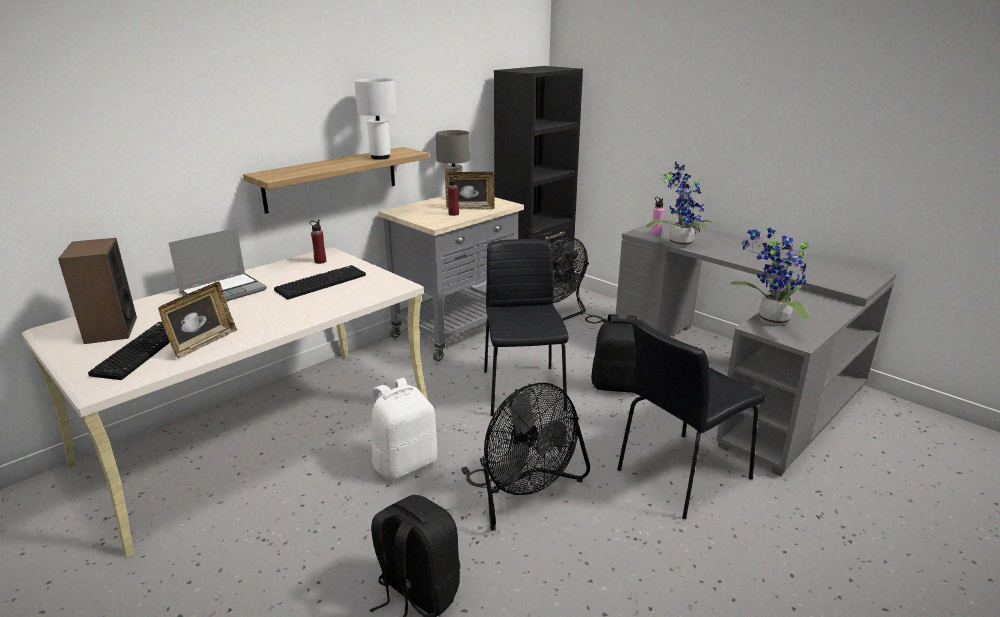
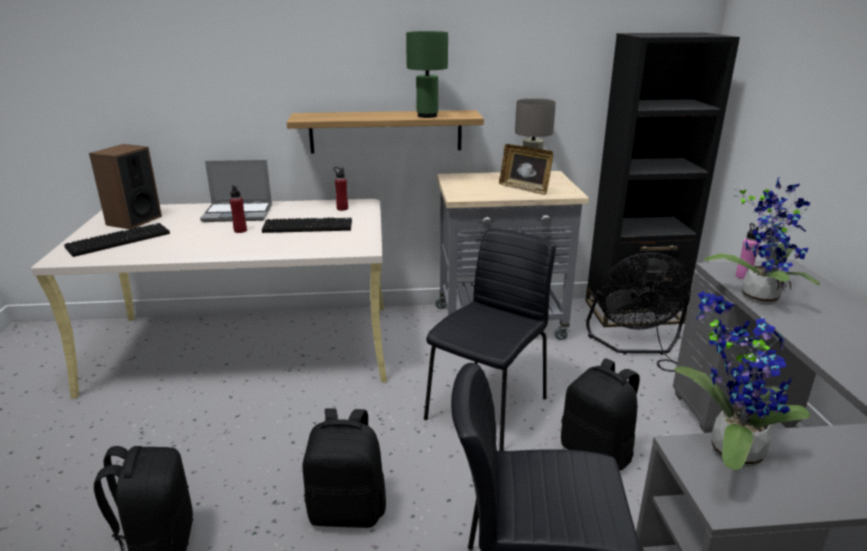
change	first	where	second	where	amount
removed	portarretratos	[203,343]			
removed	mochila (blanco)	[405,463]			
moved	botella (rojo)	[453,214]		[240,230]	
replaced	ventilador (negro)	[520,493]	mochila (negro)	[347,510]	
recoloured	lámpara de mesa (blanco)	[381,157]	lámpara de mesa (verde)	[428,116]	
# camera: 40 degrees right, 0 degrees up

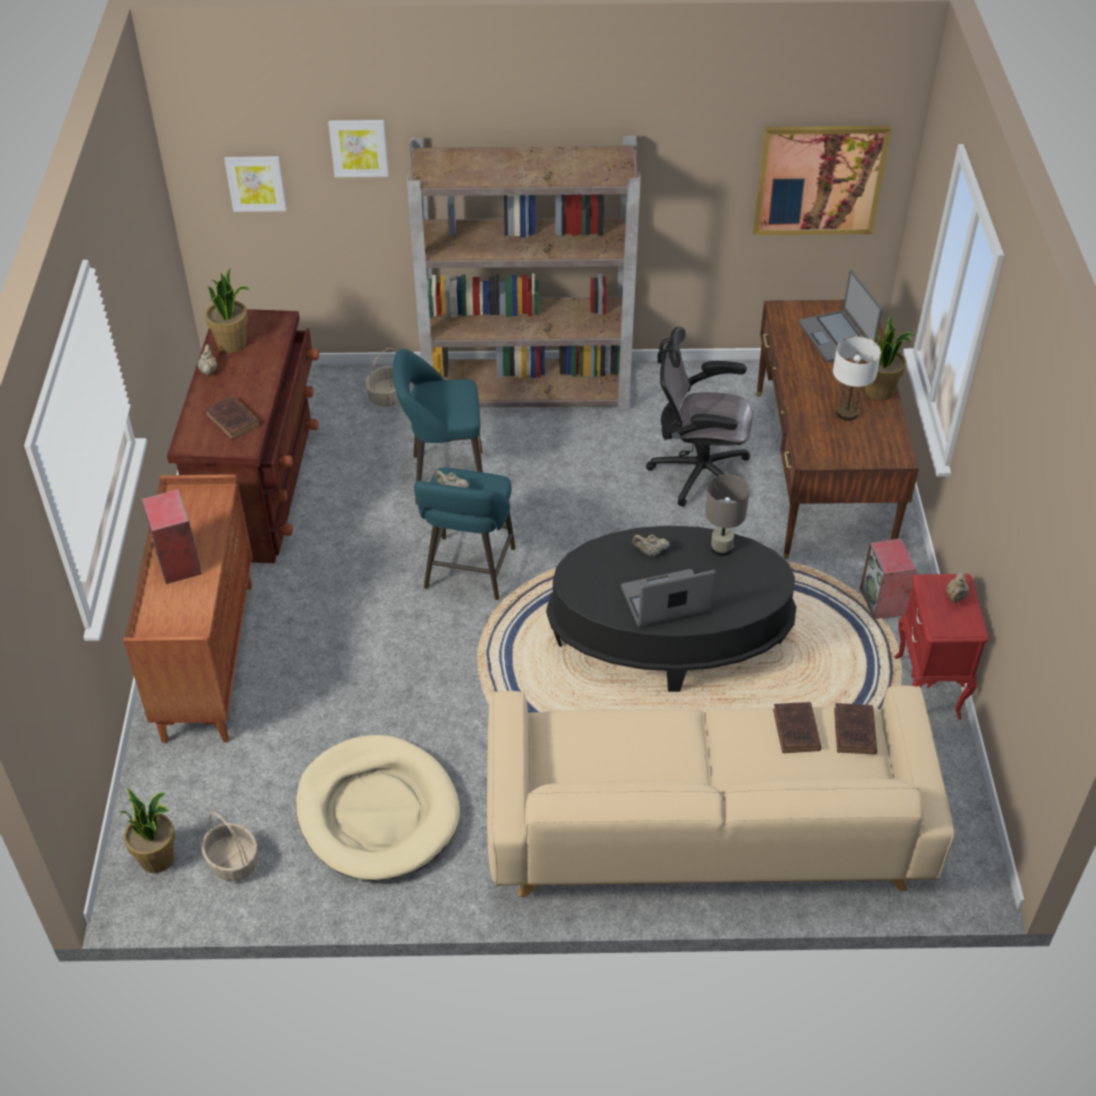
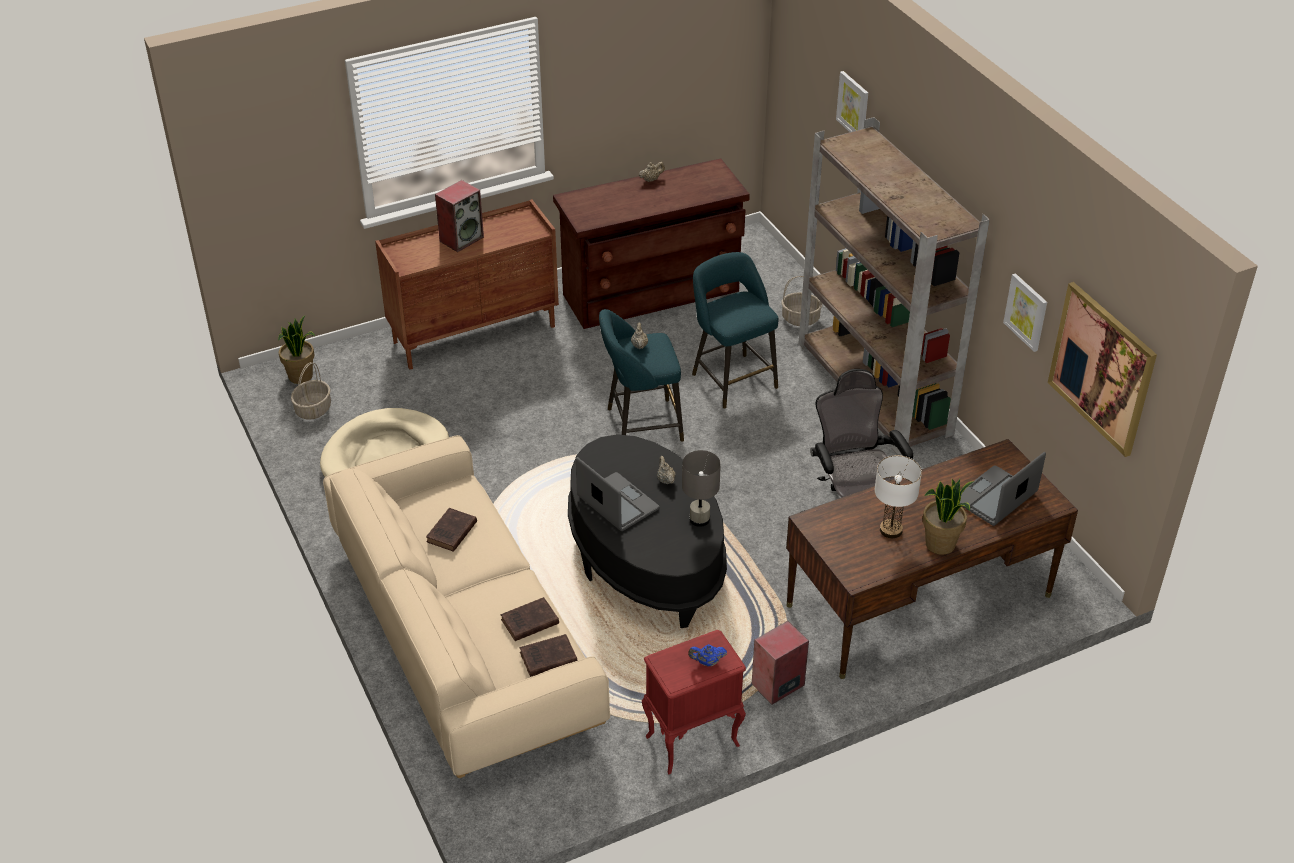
change	first	where	second	where	amount
removed	planta en maceta	[232,344]			
moved	libro (marrón)	[234,421]		[451,533]	
moved	cuadro	[256,183]		[1026,312]	
recoloured	tetera (beis)	[955,597]	tetera (azul)	[707,662]	
# camera: 65 degrees right, 5 degrees down

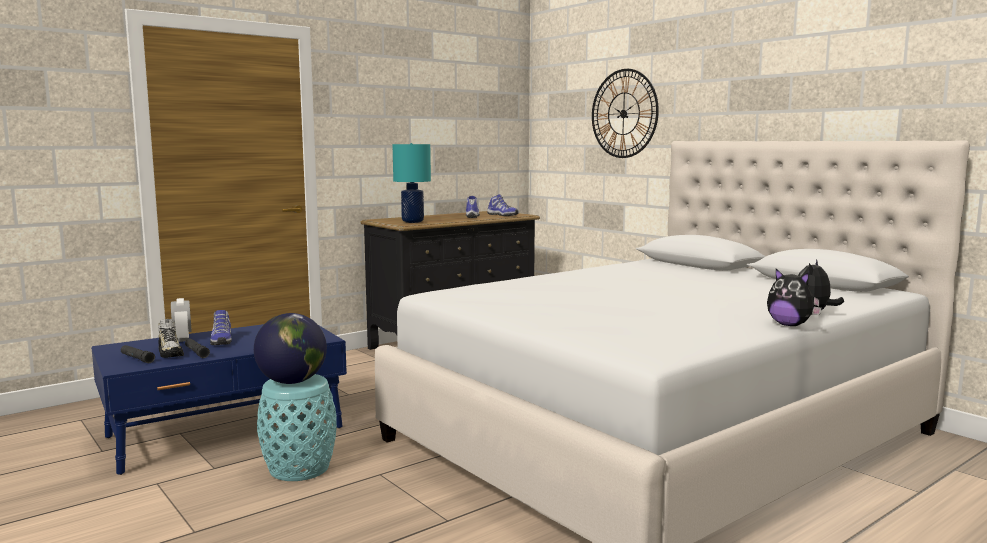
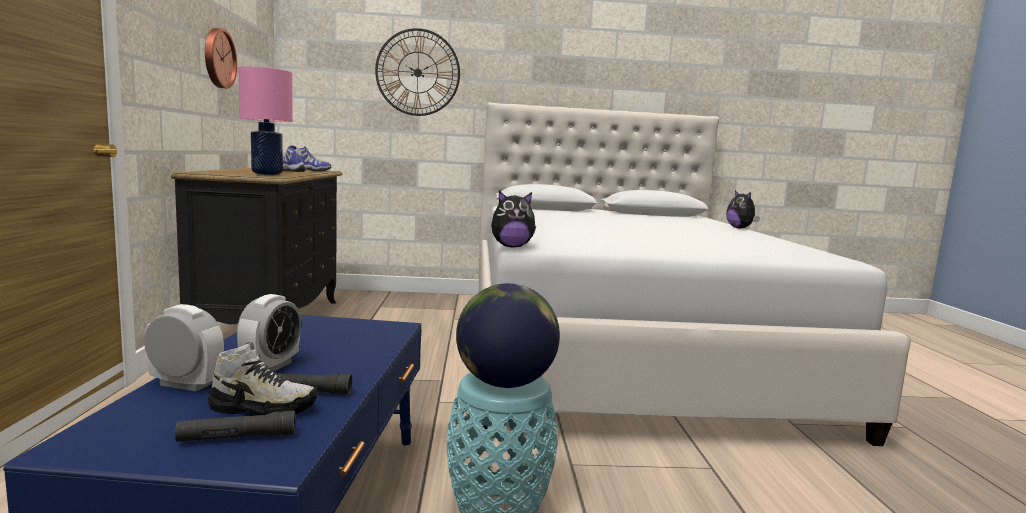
change	first	where	second	where	amount
added			reloj de pared	[217,58]	
moved	peluche	[790,325]		[511,247]	
replaced	zapato	[221,341]	despertador	[270,367]	
recoloured	lámpara de mesa (turquesa)	[412,222]	lámpara de mesa (rosa)	[267,175]	
# camera: 55 degrees left, 0 degrees up

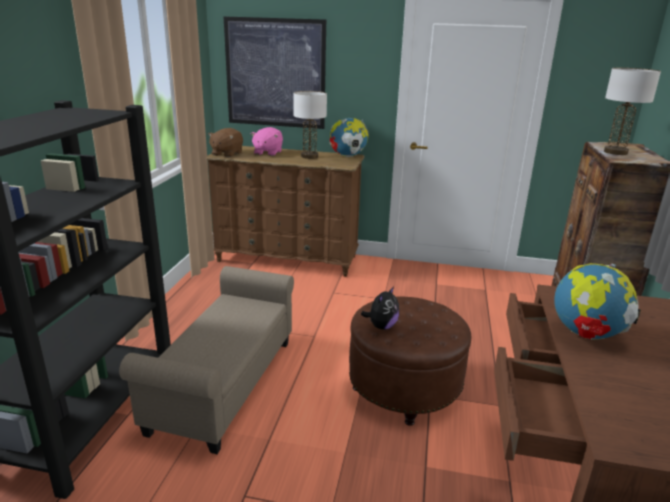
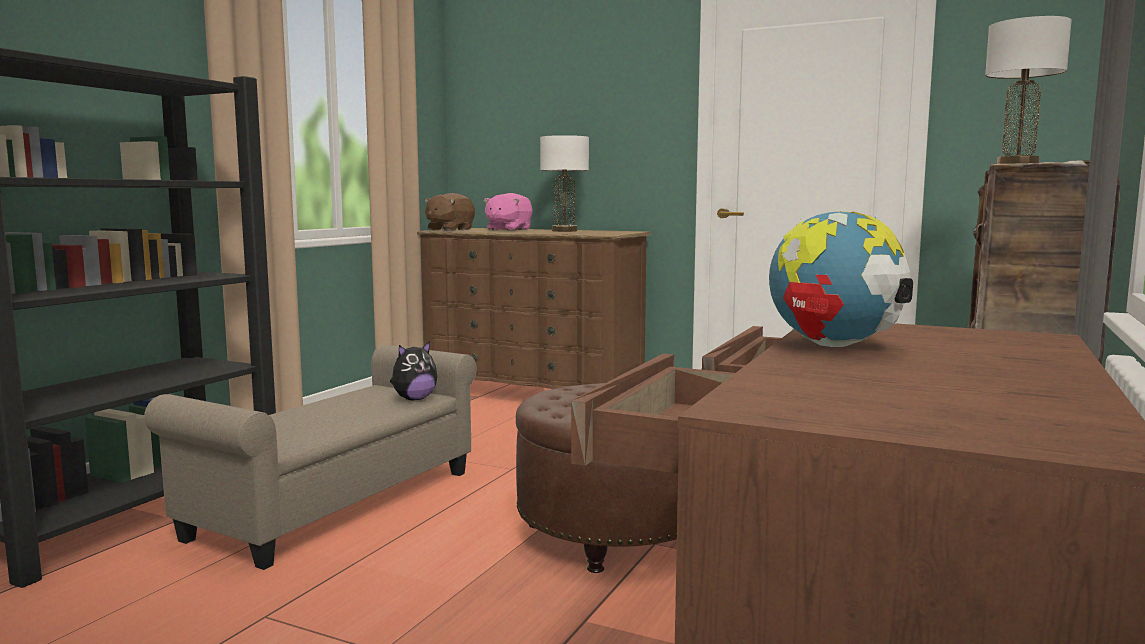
change	first	where	second	where	amount
removed	cuadro	[275,73]			
removed	globo terráqueo	[348,156]			
moved	peluche	[381,326]		[414,399]	
# camera: 15 degrees right, 15 degrees down

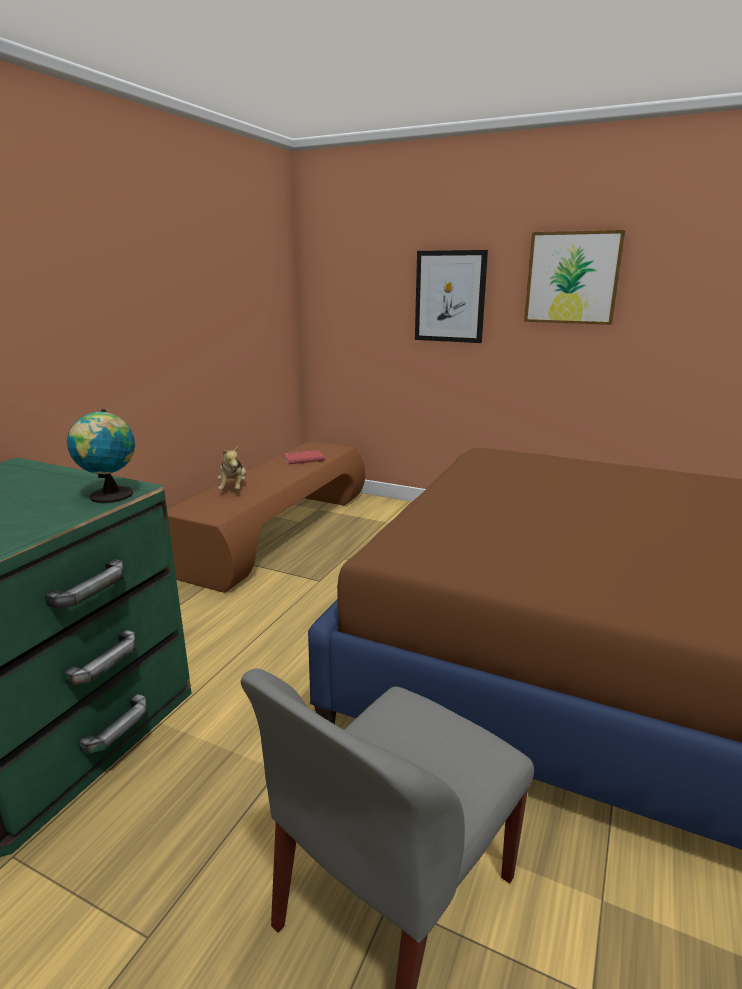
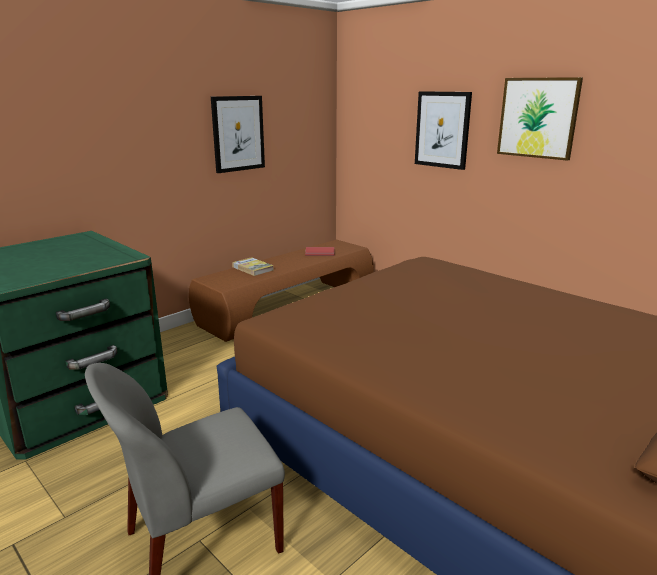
change	first	where	second	where	amount
removed	globo terráqueo	[110,496]			
added			cuadro	[238,133]	
replaced	peluche	[234,488]	libro	[252,268]	
# camera: 20 degrees right, 0 degrees up

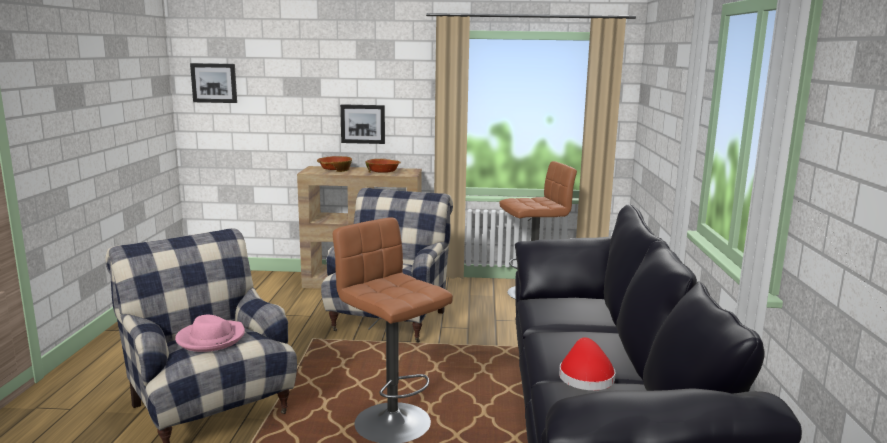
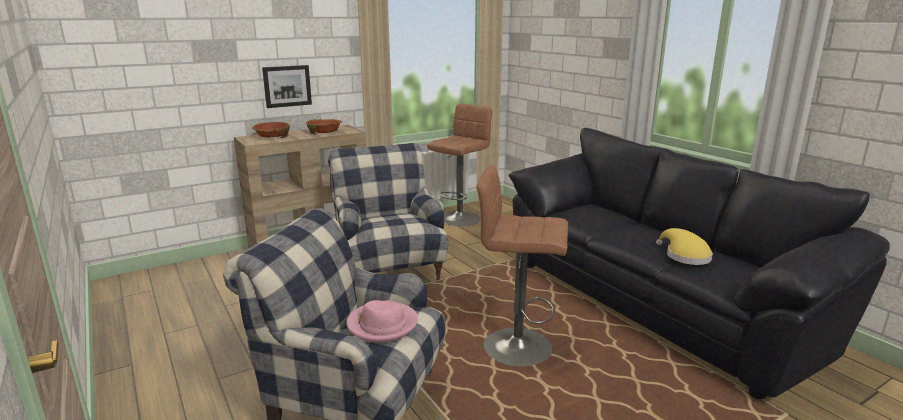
change	first	where	second	where	amount
removed	cuadro	[214,83]			
recoloured	sombrero (rojo)	[585,376]	sombrero (amarillo)	[684,256]	
# camera: 35 degrees left, 5 degrees up

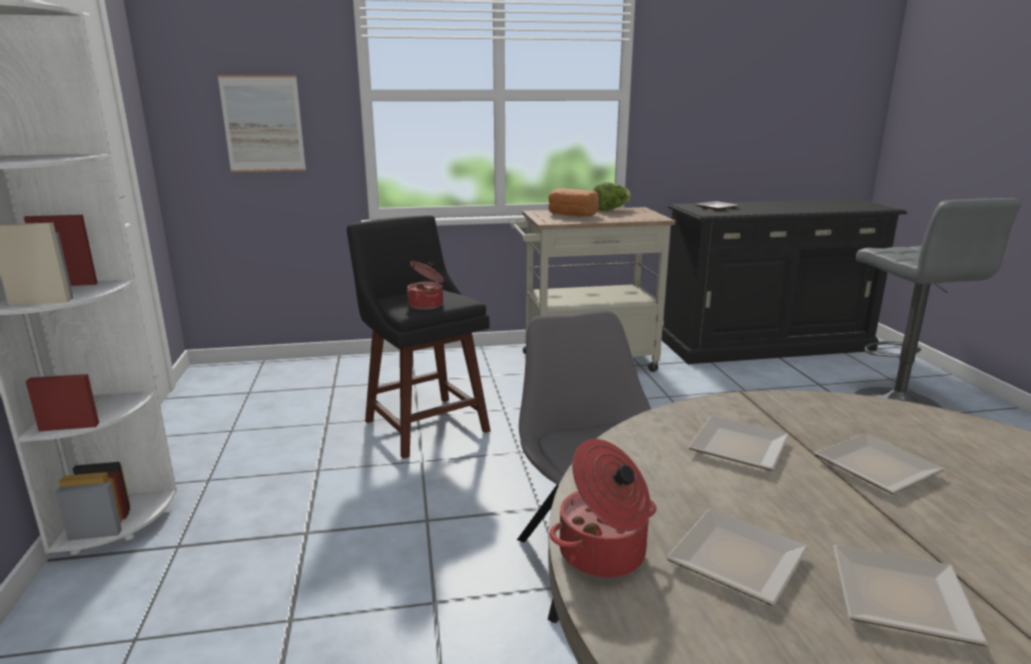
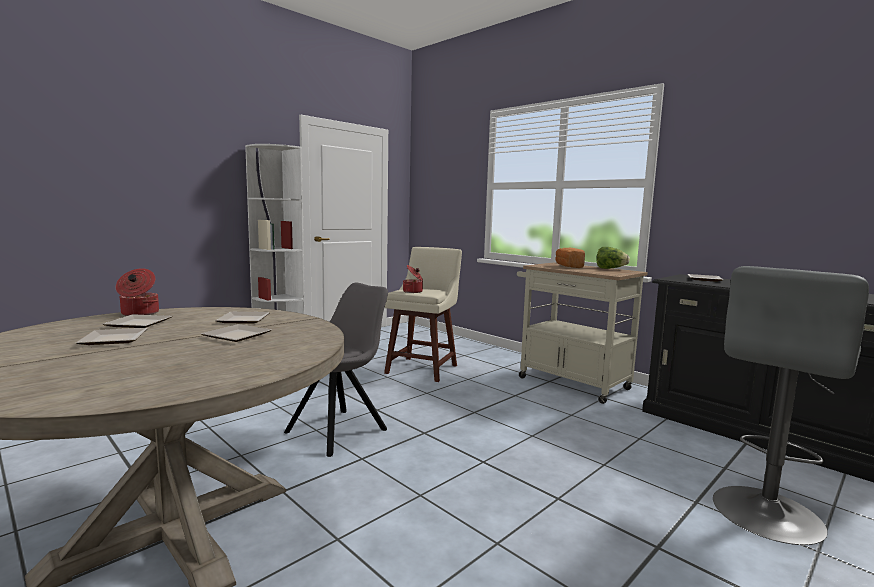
change	first	where	second	where	amount
removed	cuadro	[263,124]			
recoloured	taburete (negro)	[424,423]	taburete (beis)	[423,368]	
# camera: 55 degrees right, 10 degrees down

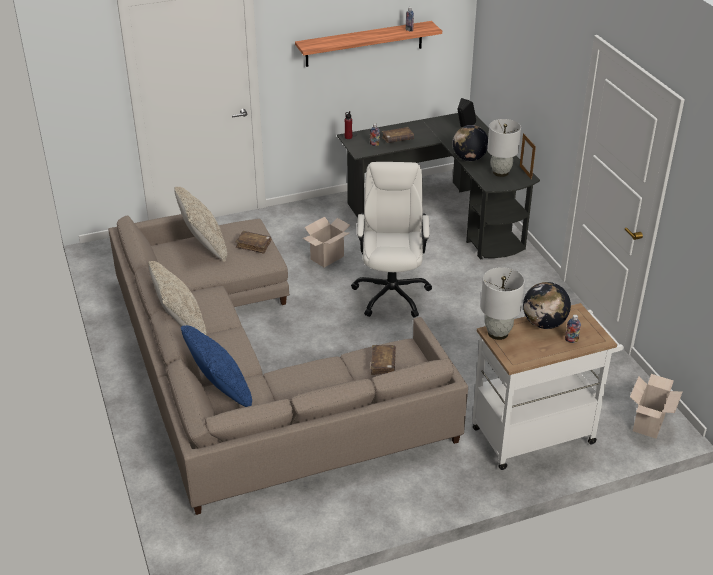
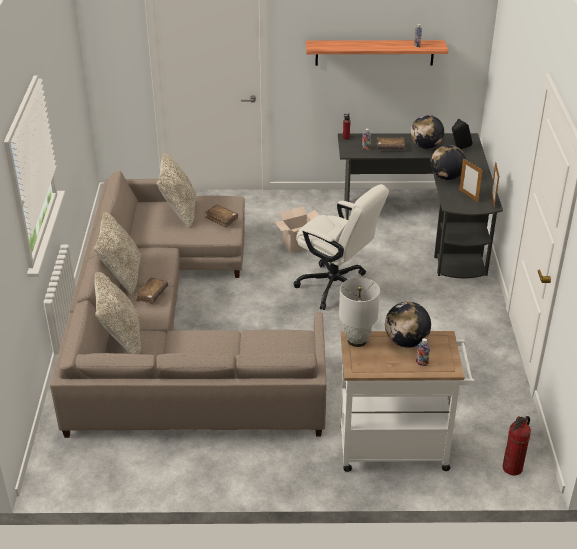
change	first	where	second	where	amount
added			globo terráqueo	[425,146]	
moved	libro (marrón)	[383,363]		[152,294]	
replaced	lámpara de mesa (blanco)	[500,172]	portarretratos	[468,195]	
replaced	caja de cartón	[649,425]	extintor	[512,468]	
recoloured	cojín (azul)	[220,392]	cojín (beis)	[121,338]	
turned	silla de oficina (blanco)	[391,293]		[337,288]	105 degrees clockwise
# camera: 20 degrees right, 0 degrees up

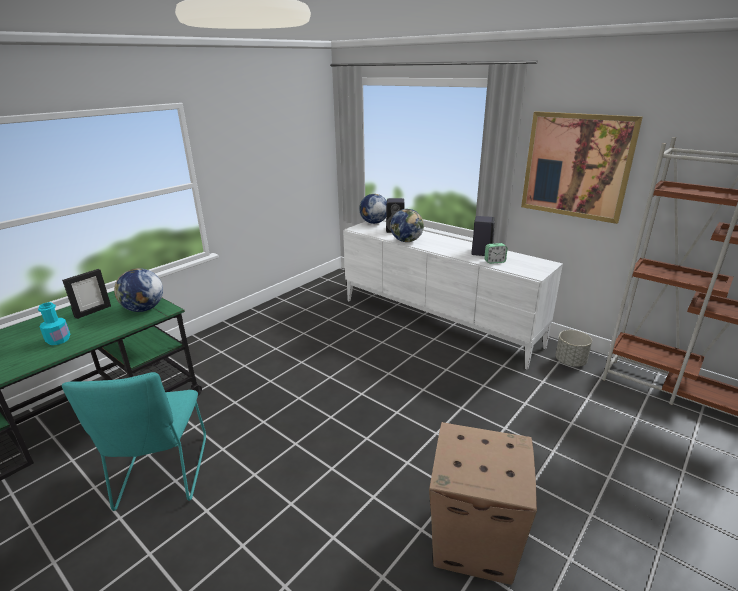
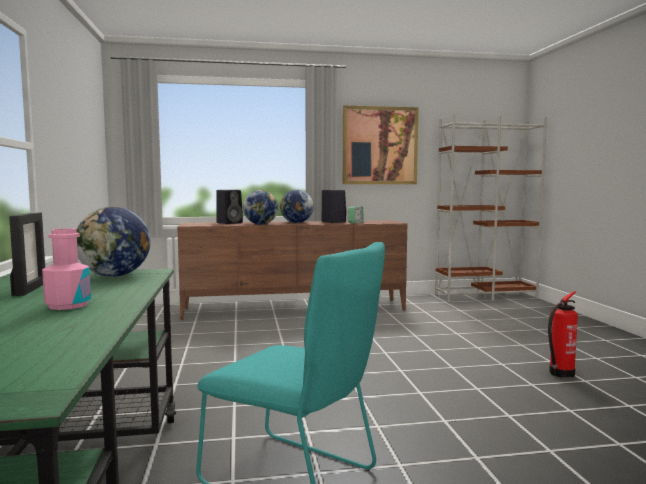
change	first	where	second	where	amount
removed	maceta (gris)	[570,361]			
moved	globo terráqueo	[373,223]		[296,222]	
replaced	caja de cartón	[475,541]	extintor	[559,374]	
recoloured	botella (turquesa)	[58,340]	botella (rosa)	[68,305]	
recoloured	armario (blanco)	[438,322]	armario (marrón)	[295,309]	
# camera: 50 degrees left, 20 degrees down

